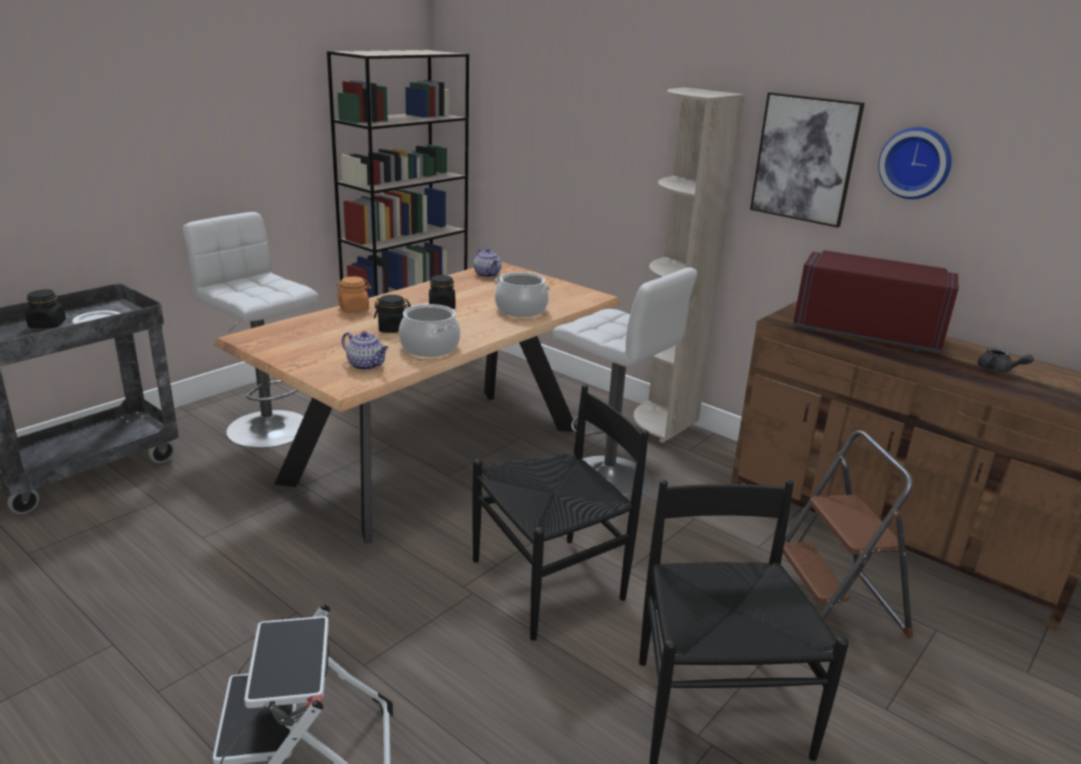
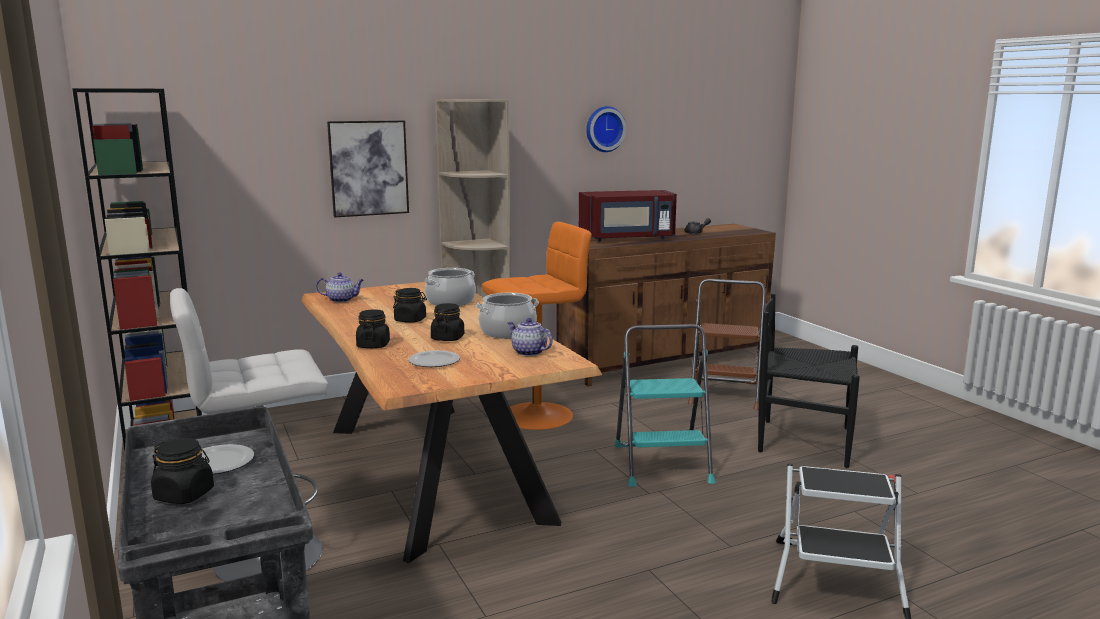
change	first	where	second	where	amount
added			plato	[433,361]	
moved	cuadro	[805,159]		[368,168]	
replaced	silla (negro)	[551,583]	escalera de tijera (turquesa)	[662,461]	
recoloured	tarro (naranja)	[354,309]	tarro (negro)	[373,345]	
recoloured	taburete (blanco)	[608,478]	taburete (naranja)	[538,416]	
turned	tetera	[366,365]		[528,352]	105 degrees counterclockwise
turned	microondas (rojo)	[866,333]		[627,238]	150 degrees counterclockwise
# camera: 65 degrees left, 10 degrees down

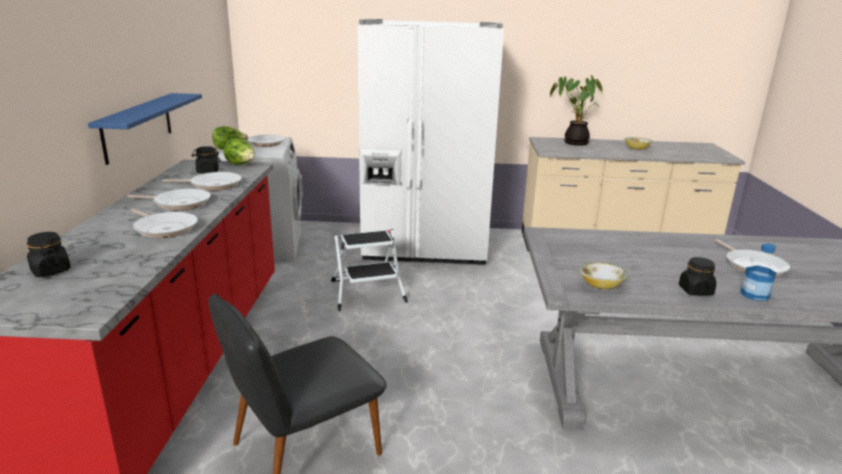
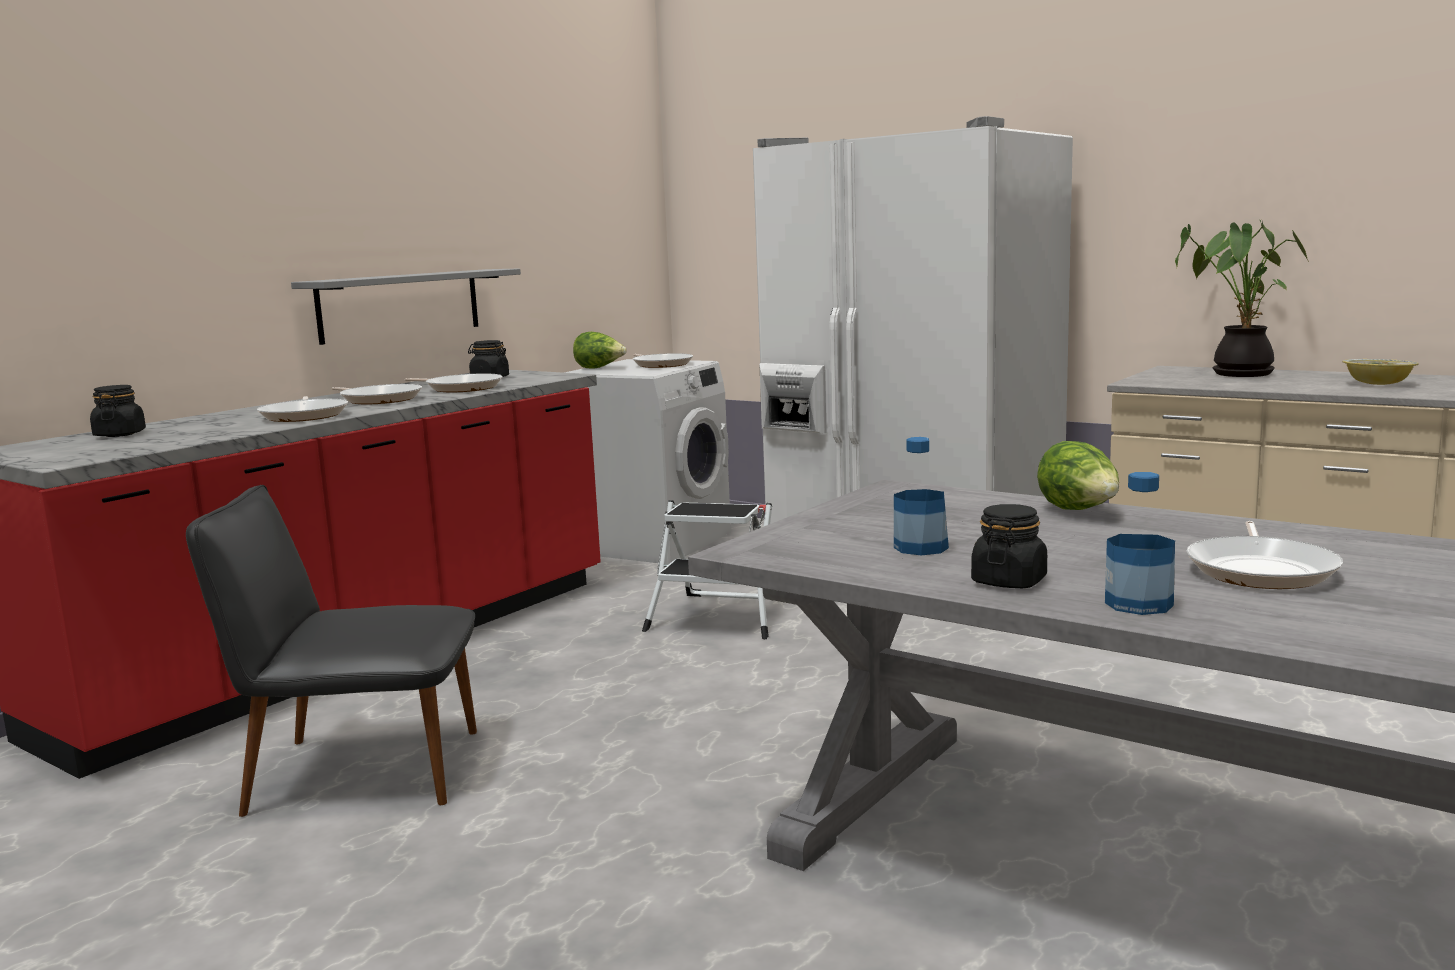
change	first	where	second	where	amount
removed	cuenco	[601,285]			
added			botella	[921,547]	
moved	lechuga	[241,165]		[1079,511]	
recoloured	estante (azul)	[138,126]	estante (gris)	[400,305]	
# camera: 35 degrees right, 10 degrees down

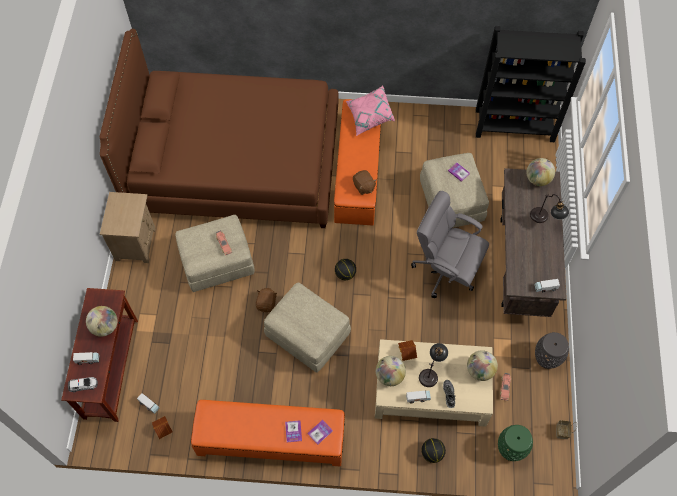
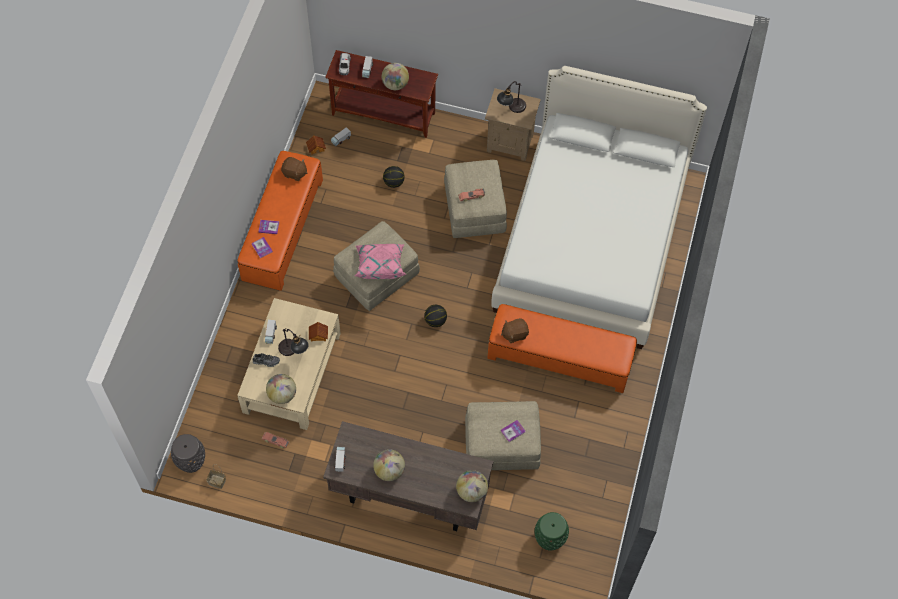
change	first	where	second	where	amount
removed	silla de oficina (gris)	[445,270]			
removed	estantería (negro)	[514,125]			
moved	peluche (marrón)	[267,303]		[294,173]	
moved	cojín (rosa)	[369,116]		[380,265]	
moved	globo terráqueo	[389,376]		[389,470]	
moved	balón de baloncesto	[432,453]		[394,182]	
moved	taburete (verde)	[511,448]		[549,538]	
moved	lámpara de mesa (gris)	[546,219]		[511,109]	
moved	taburete (gris)	[547,357]		[191,461]	
recoloured	cama (marrón)	[234,163]	cama (blanco)	[591,239]	
# camera: 100 degrees right, 0 degrees up

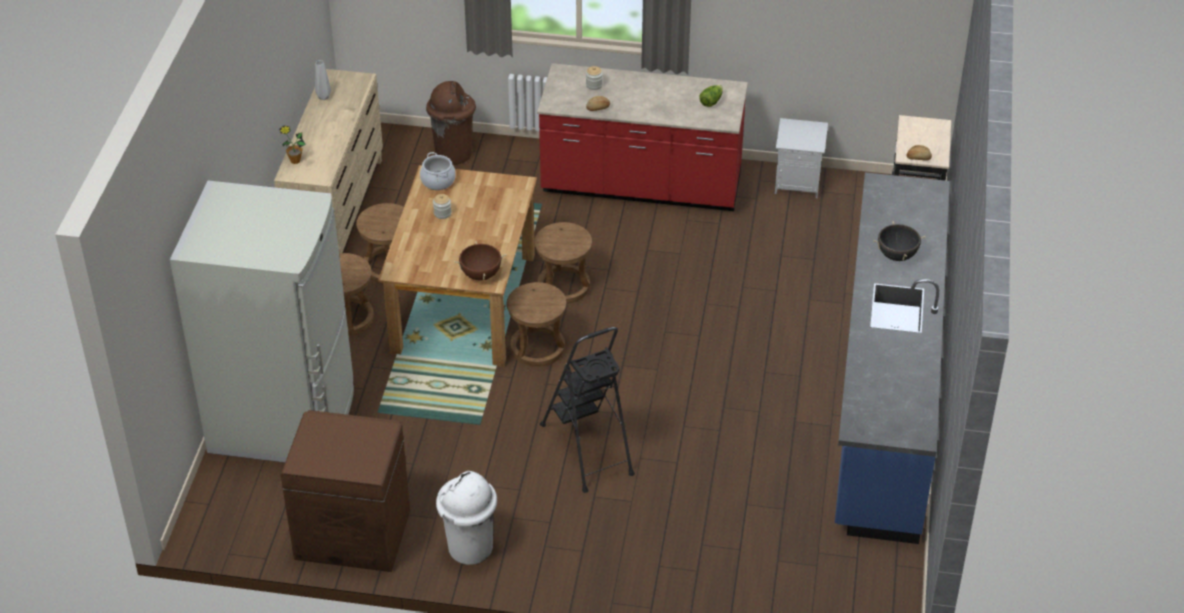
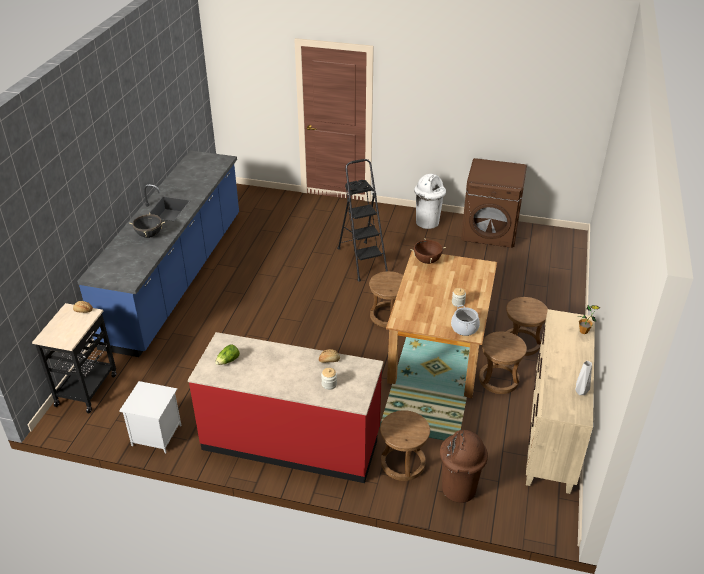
change	first	where	second	where	amount
removed	nevera (blanco)	[284,419]			
moved	taburete (marrón)	[564,286]		[402,463]	
# camera: 175 degrees left, 5 degrees down

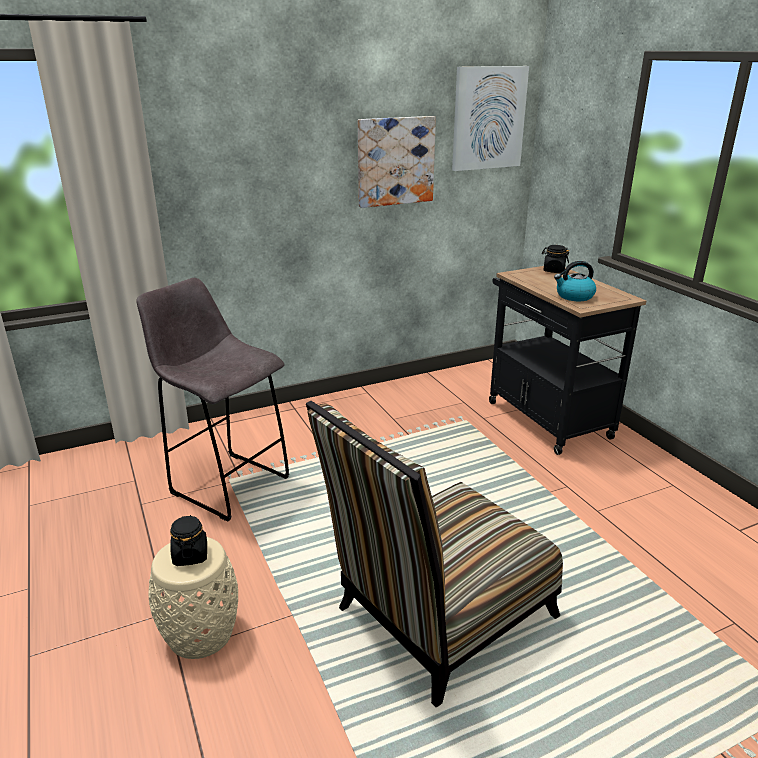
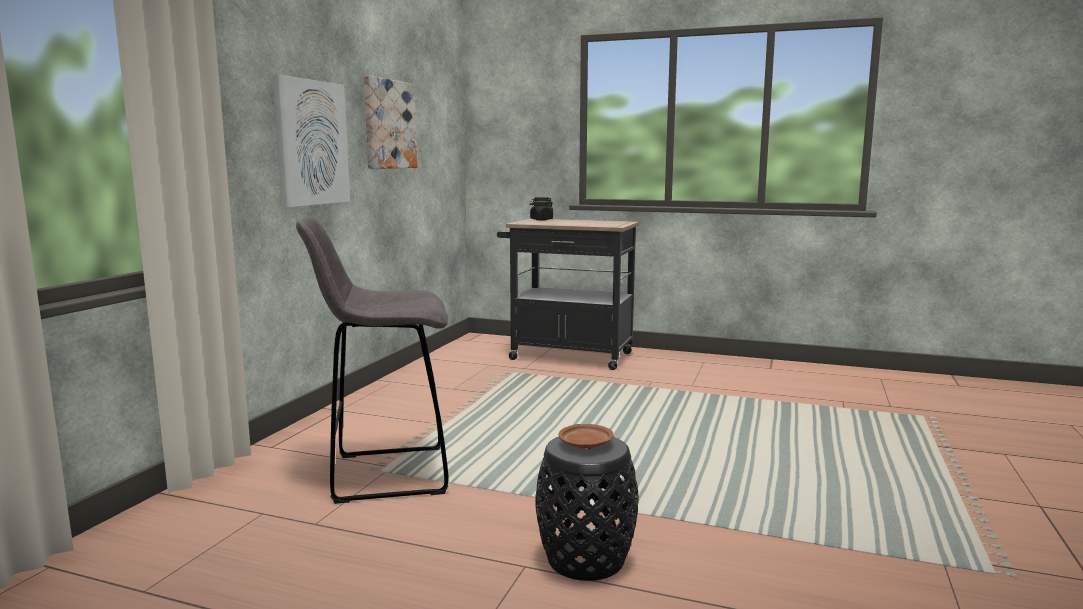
change	first	where	second	where	amount
removed	silla	[437,619]			
removed	hervidor	[574,296]			
moved	cuadro	[488,118]		[311,143]	
replaced	tarro (negro)	[190,555]	plato (marrón)	[586,444]	
recoloured	taburete (beis)	[201,634]	taburete (negro)	[585,559]	
# camera: 45 degrees left, 15 degrees down

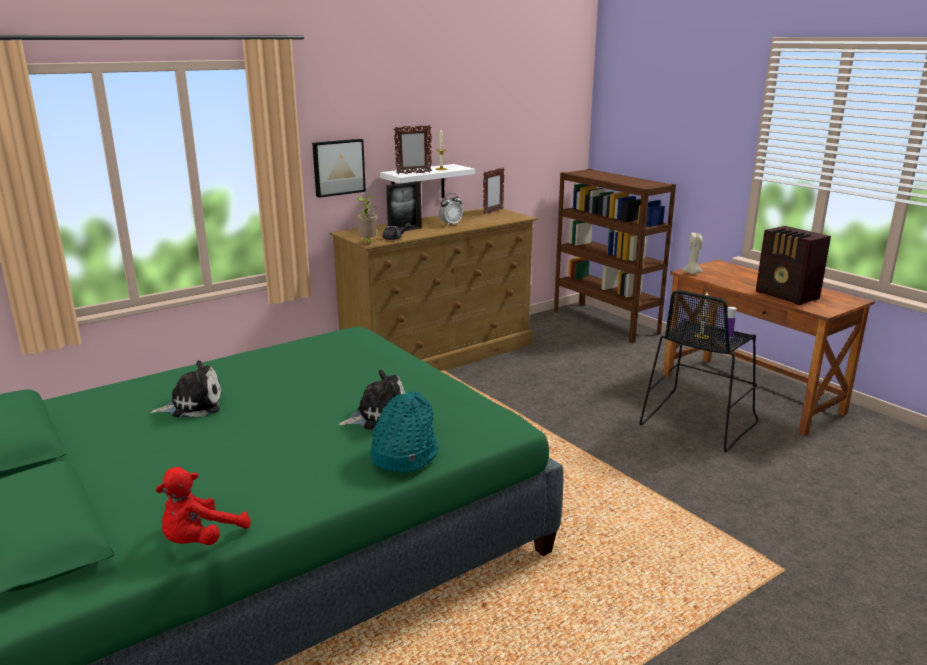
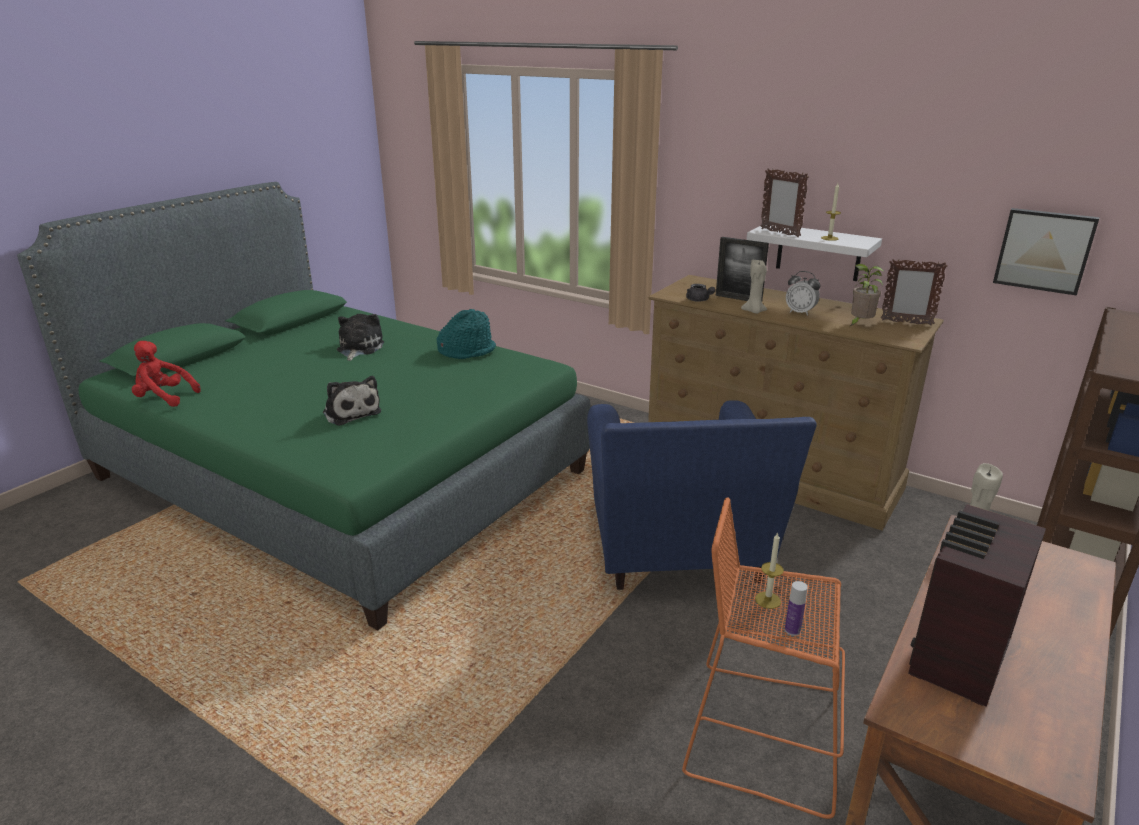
change	first	where	second	where	amount
added			sillón (azul)	[676,552]	
added			vela (beis)	[754,311]	
moved	cuadro	[338,167]		[1044,250]	
moved	planta en maceta	[367,242]		[859,324]	
moved	sombrero (turquesa)	[403,454]		[467,351]	
recoloured	taburete (negro)	[697,423]	taburete (naranja)	[766,733]	
turned	peluche	[193,405]		[358,348]	135 degrees counterclockwise
# camera: 70 degrees right, 5 degrees up

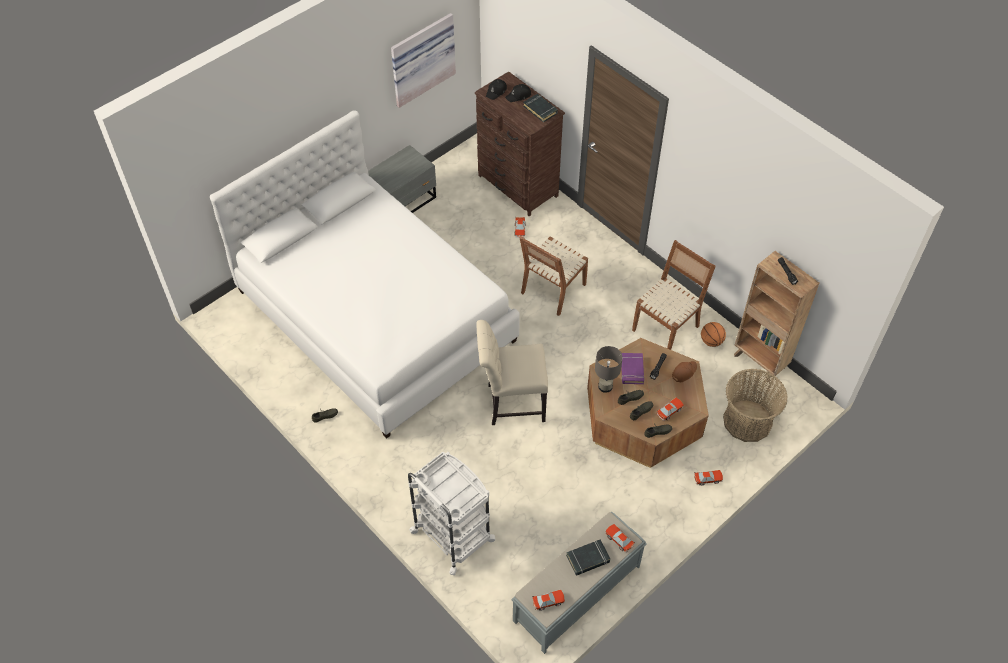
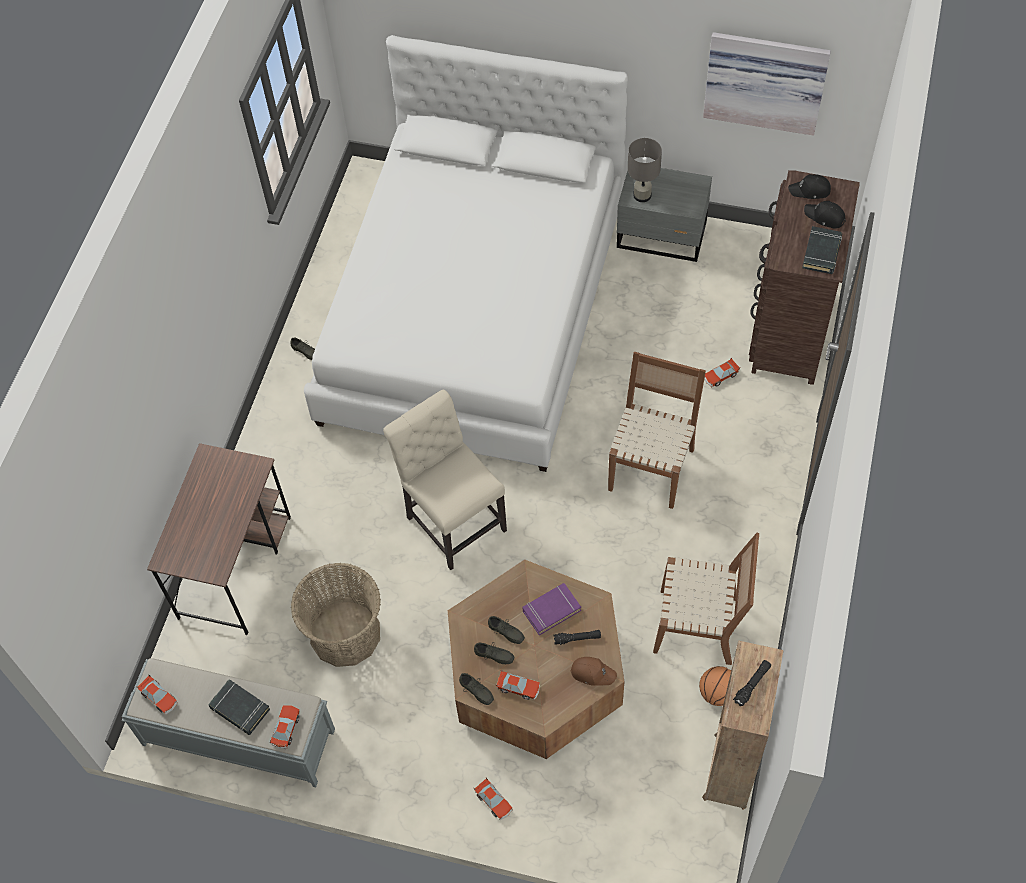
change	first	where	second	where	amount
moved	lámpara de mesa (gris)	[605,386]		[642,195]	
moved	cesta	[747,421]		[345,634]	
replaced	carrito (blanco)	[453,535]	escritorio (marrón)	[235,566]	
turned	silla	[552,291]		[652,465]	105 degrees clockwise
# camera: 60 degrees right, 5 degrees up

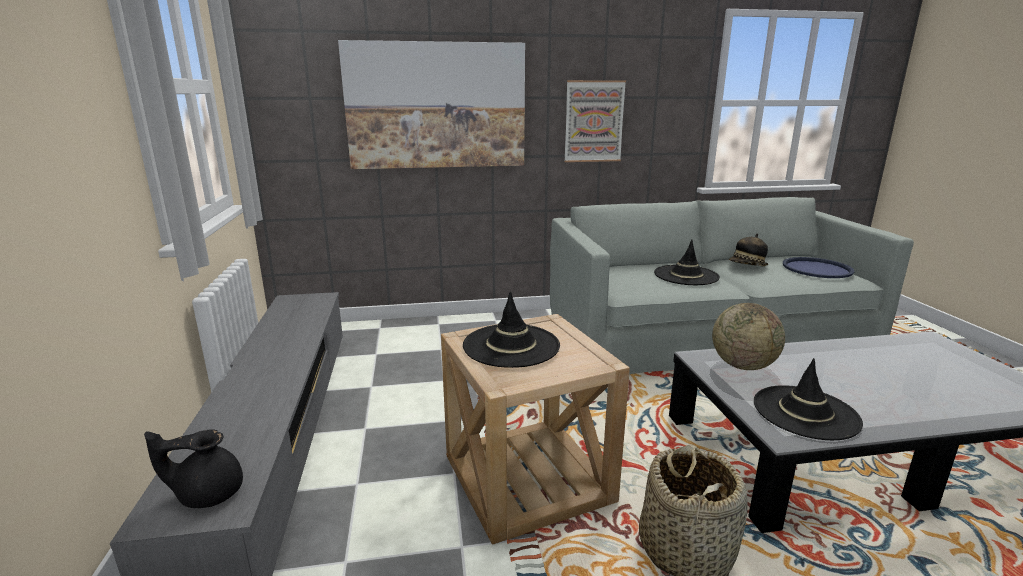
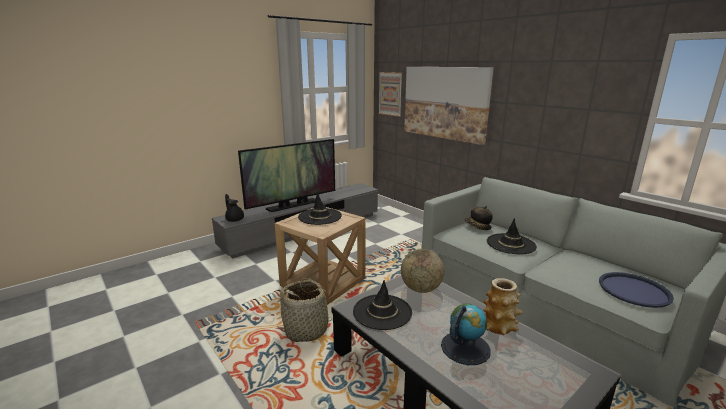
change	first	where	second	where	amount
added			televisor	[292,205]	
added			globo terráqueo	[465,347]	
added			florero	[499,327]	
moved	cuadro	[593,121]		[390,94]	
moved	sombrero	[747,266]		[477,226]	
# camera: 60 degrees right, 0 degrees up

